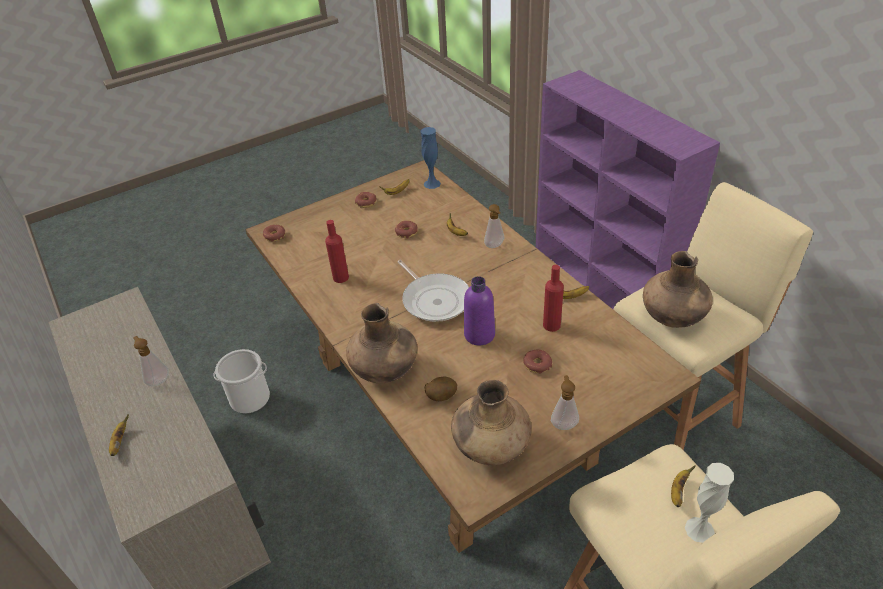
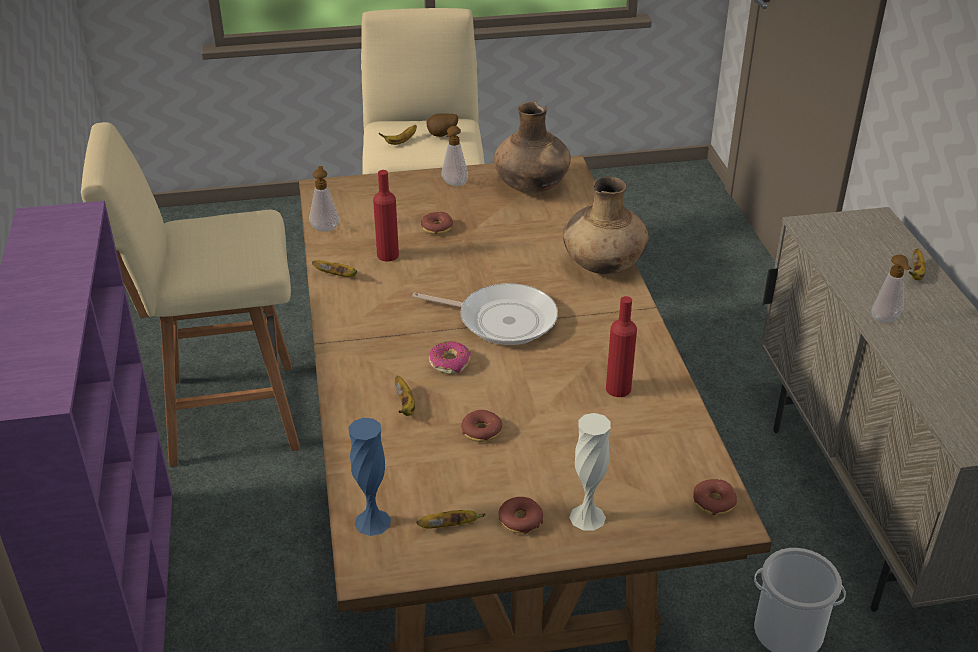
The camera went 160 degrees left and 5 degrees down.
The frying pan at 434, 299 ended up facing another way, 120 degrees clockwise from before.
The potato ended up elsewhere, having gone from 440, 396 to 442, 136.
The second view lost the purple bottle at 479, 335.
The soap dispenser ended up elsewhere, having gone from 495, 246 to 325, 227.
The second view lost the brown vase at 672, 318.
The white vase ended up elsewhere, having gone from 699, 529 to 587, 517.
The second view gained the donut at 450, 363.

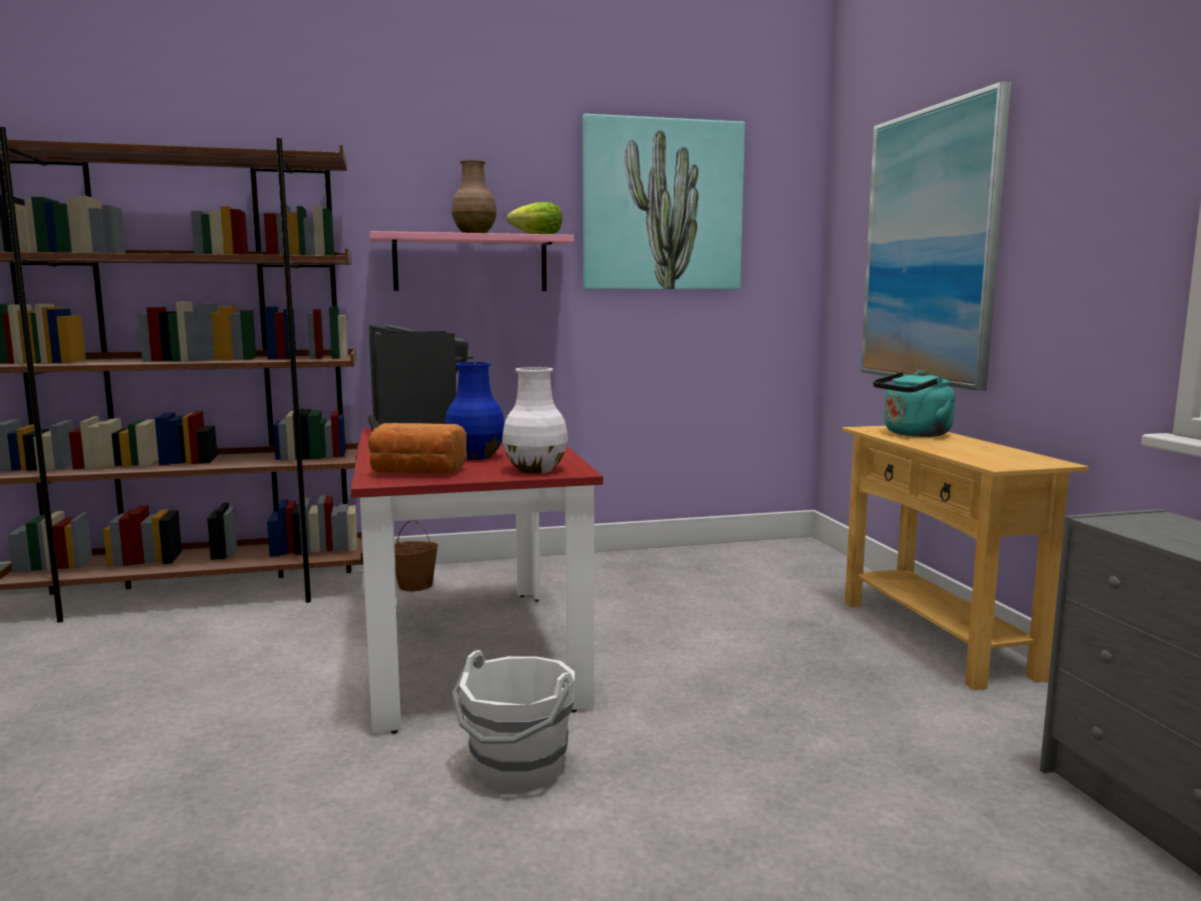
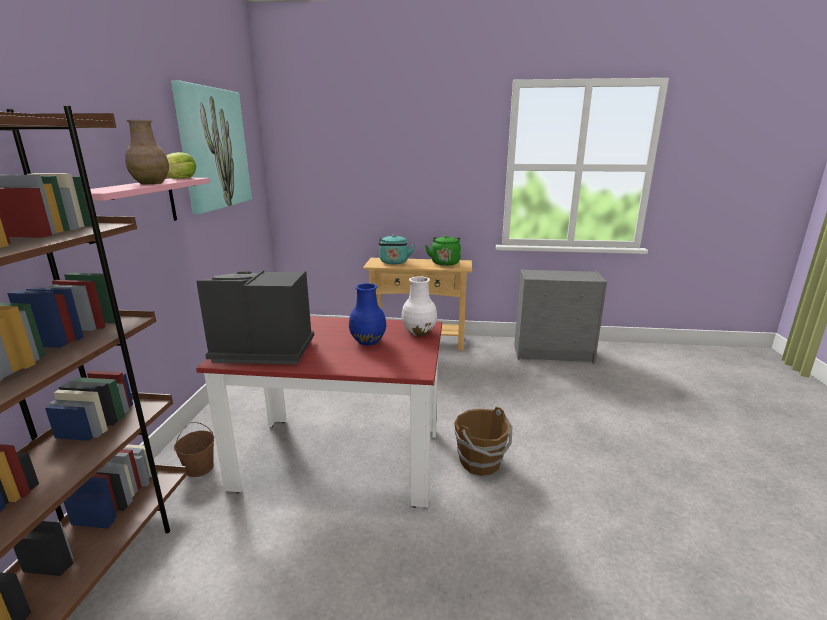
The camera went 70 degrees left and 10 degrees up.
The second view lost the bread at 416, 473.
What was the white bucket at 518, 769 turned into the brown bucket at 481, 462.
The second view lost the picture at 930, 247.
The second view gained the green kettle at 445, 262.

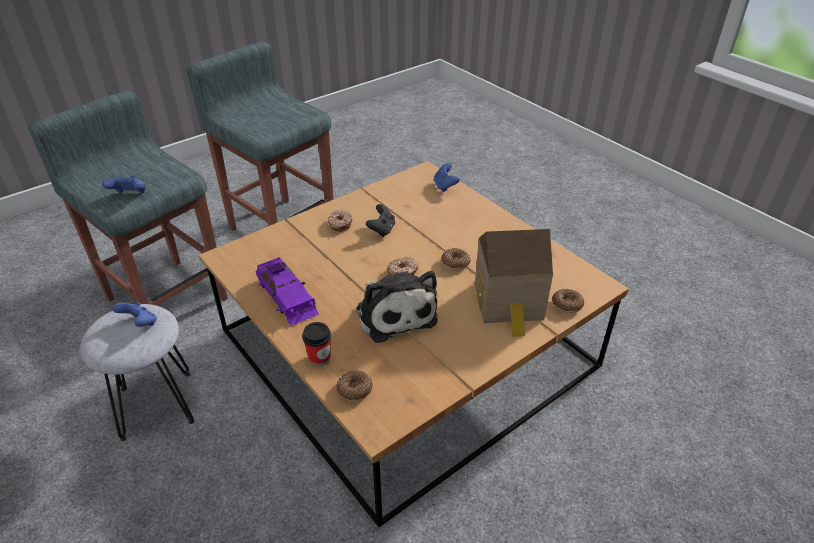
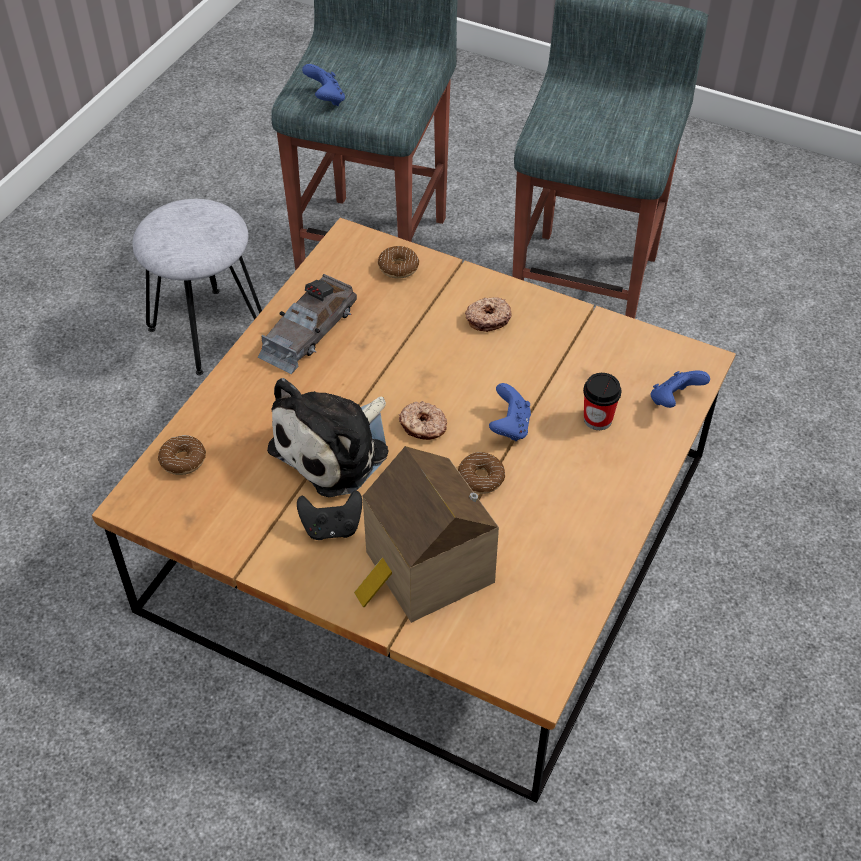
The camera went 65 degrees right and 10 degrees up.
The blue game controller ended up elsewhere, having gone from 140, 324 to 510, 426.
What was the purple toy car at 286, 296 turned into the grey toy car at 308, 331.
The cup ended up elsewhere, having gone from 319, 358 to 597, 419.
The black game controller ended up elsewhere, having gone from 382, 230 to 332, 527.
The donut ended up elsewhere, having gone from 567, 304 to 398, 267.

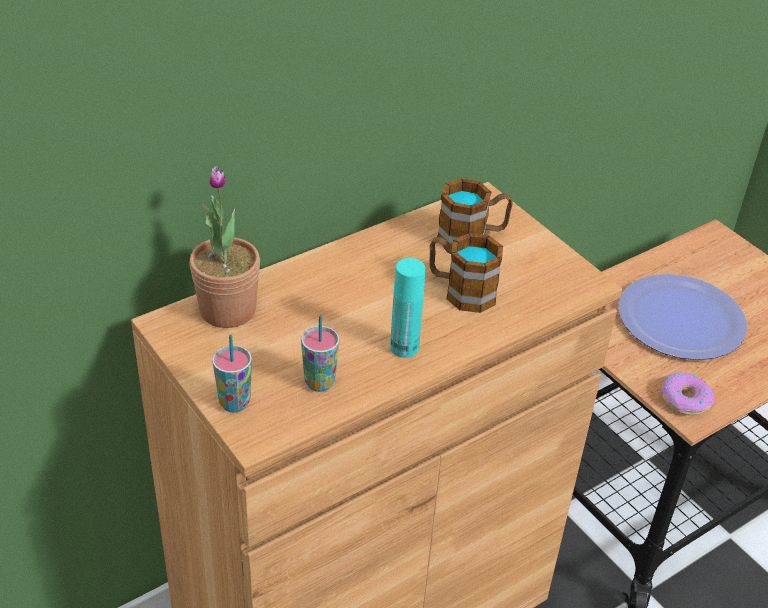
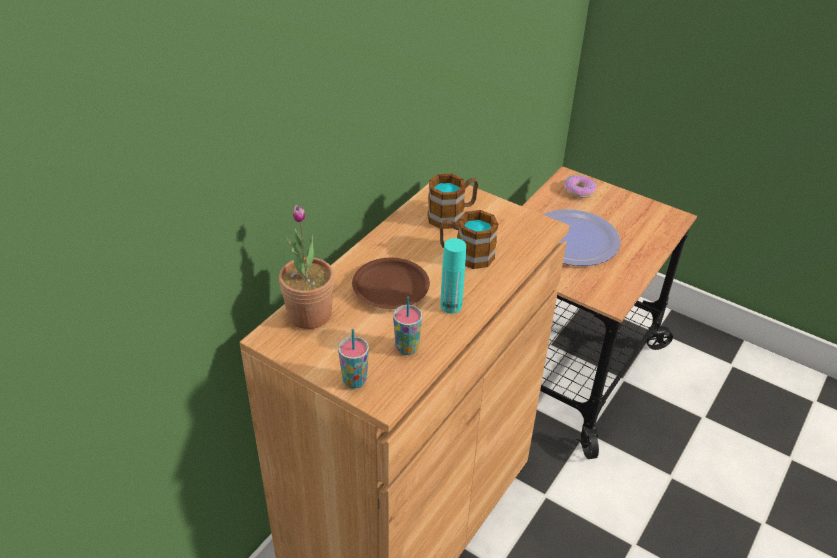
The camera went 20 degrees left and 0 degrees up.
The donut ended up elsewhere, having gone from 685, 399 to 579, 190.
The second view gained the brown plate at 391, 288.

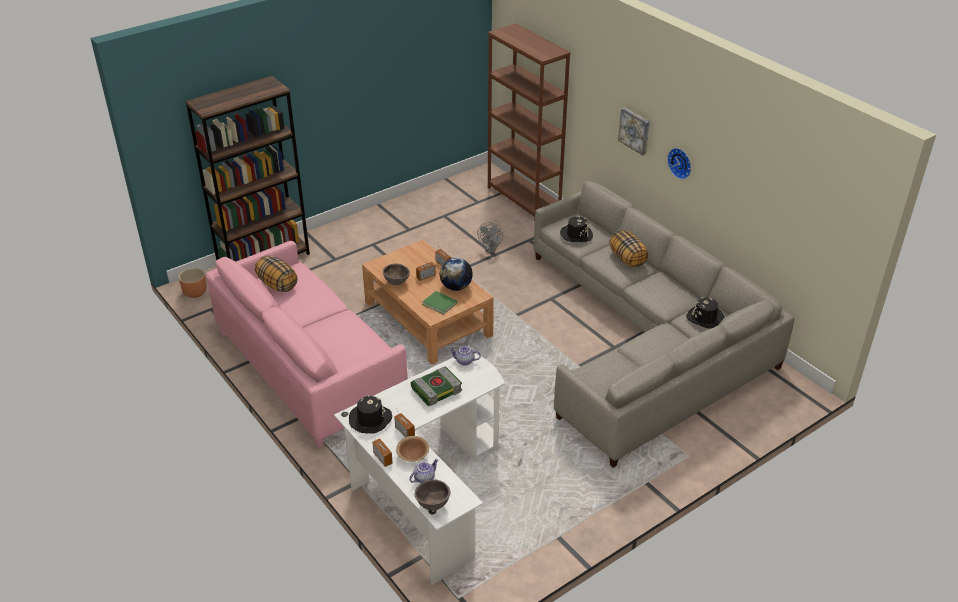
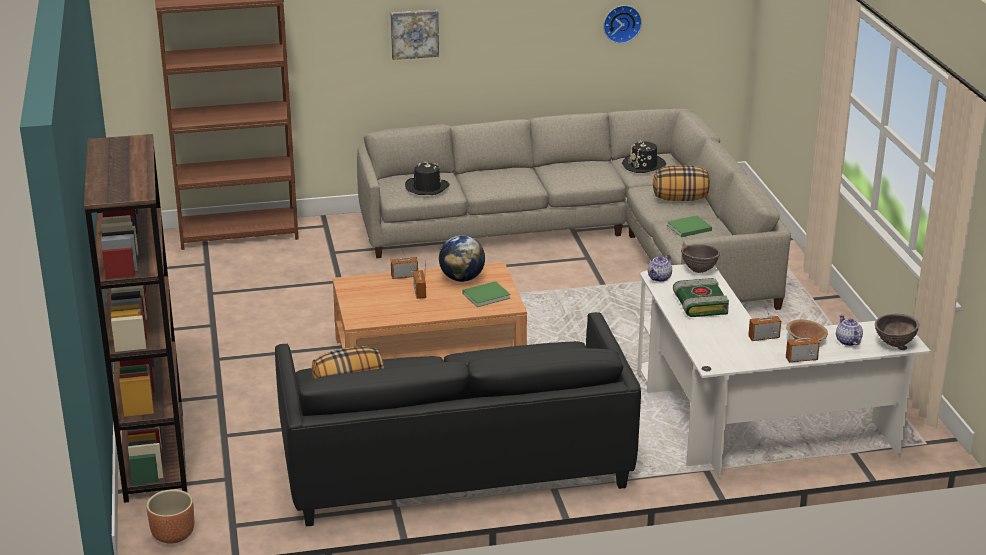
The camera went 65 degrees left and 10 degrees down.
What was the pink sofa at 309, 367 turned into the black sofa at 454, 464.
The second view lost the black hat at 370, 419.
The brown bowl ended up elsewhere, having gone from 396, 283 to 699, 270.
The second view lost the grey fan at 491, 250.
The pillow ended up elsewhere, having gone from 627, 259 to 680, 199.
The wall clock ended up elsewhere, having gone from 681, 162 to 621, 23.
The second view gained the green book at 688, 228.

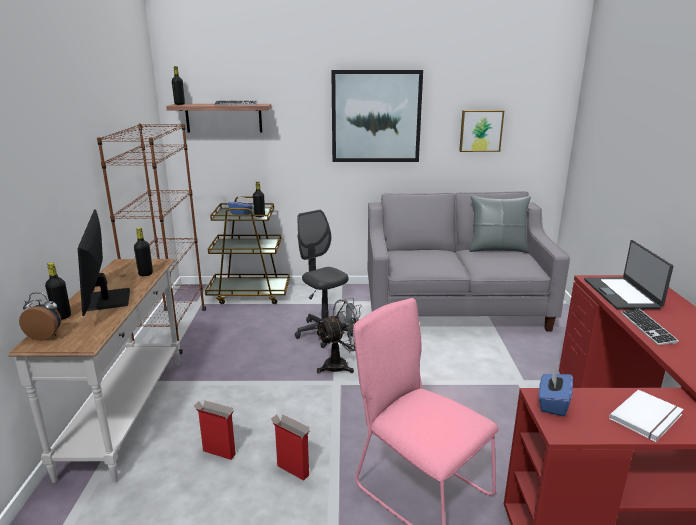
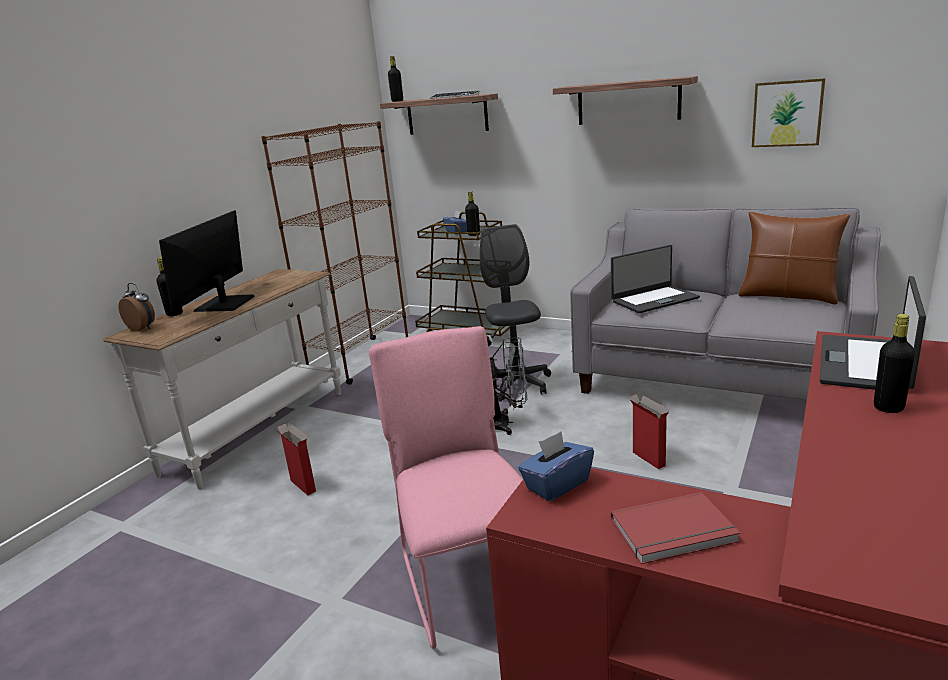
The camera went 30 degrees right and 0 degrees up.
The black bottle ended up elsewhere, having gone from 145, 274 to 888, 407.
The cardboard box ended up elsewhere, having gone from 292, 470 to 648, 458.
Where the picture hung at 376, 116, the shelf came to hang at 628, 101.
What was the grey pillow at 497, 249 turned into the brown pillow at 788, 296.
What was the white book at 648, 418 turned into the red book at 675, 532.
The second view lost the keyboard at 647, 328.
The second view gained the laptop at 654, 299.

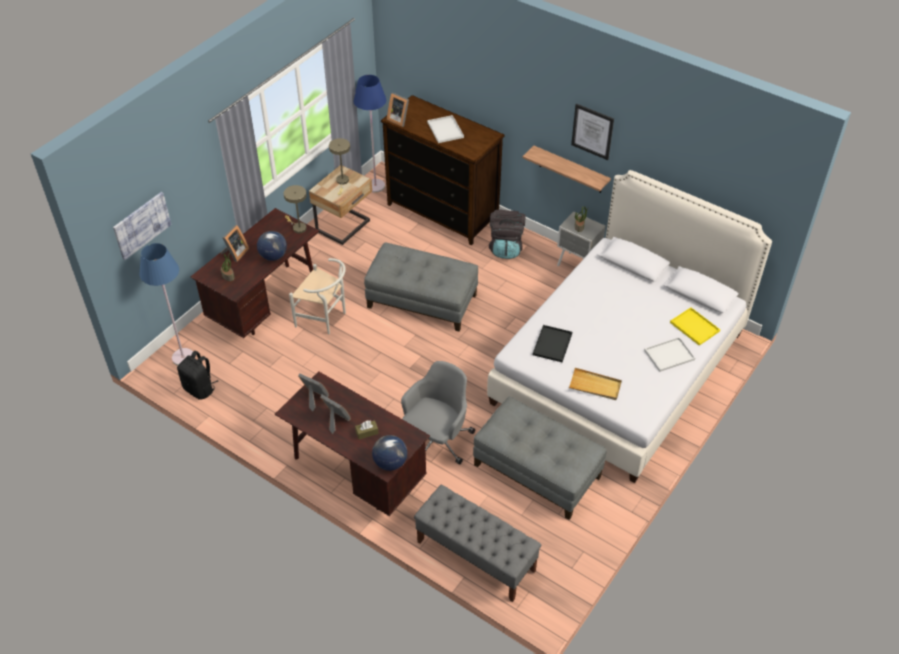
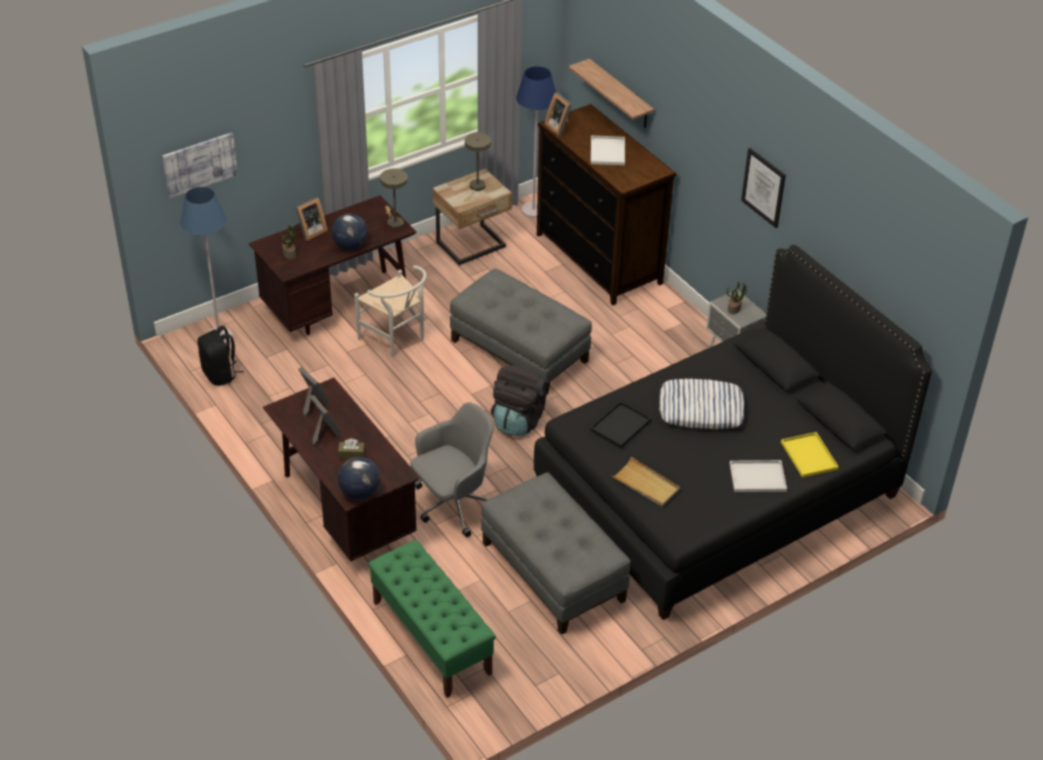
The camera went 20 degrees right and 5 degrees down.
What was the grey bench at 475, 556 turned into the green bench at 431, 637.
What was the white bed at 618, 367 turned into the black bed at 717, 489.
The black backpack ended up elsewhere, having gone from 506, 248 to 518, 420.
The shelf ended up elsewhere, having gone from 570, 170 to 620, 95.
The second view gained the pillow at 701, 409.

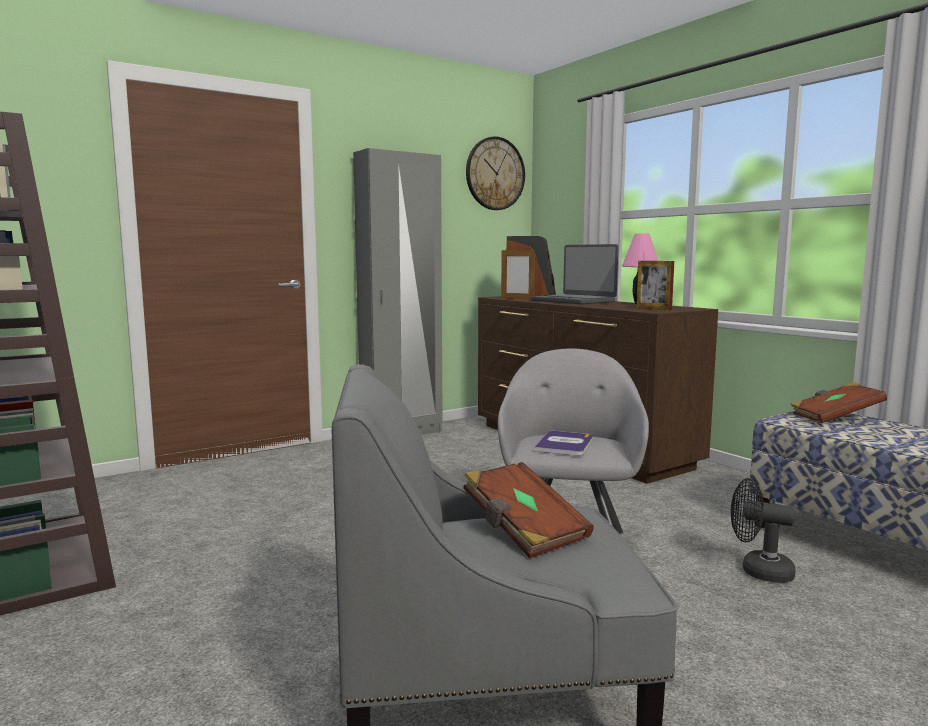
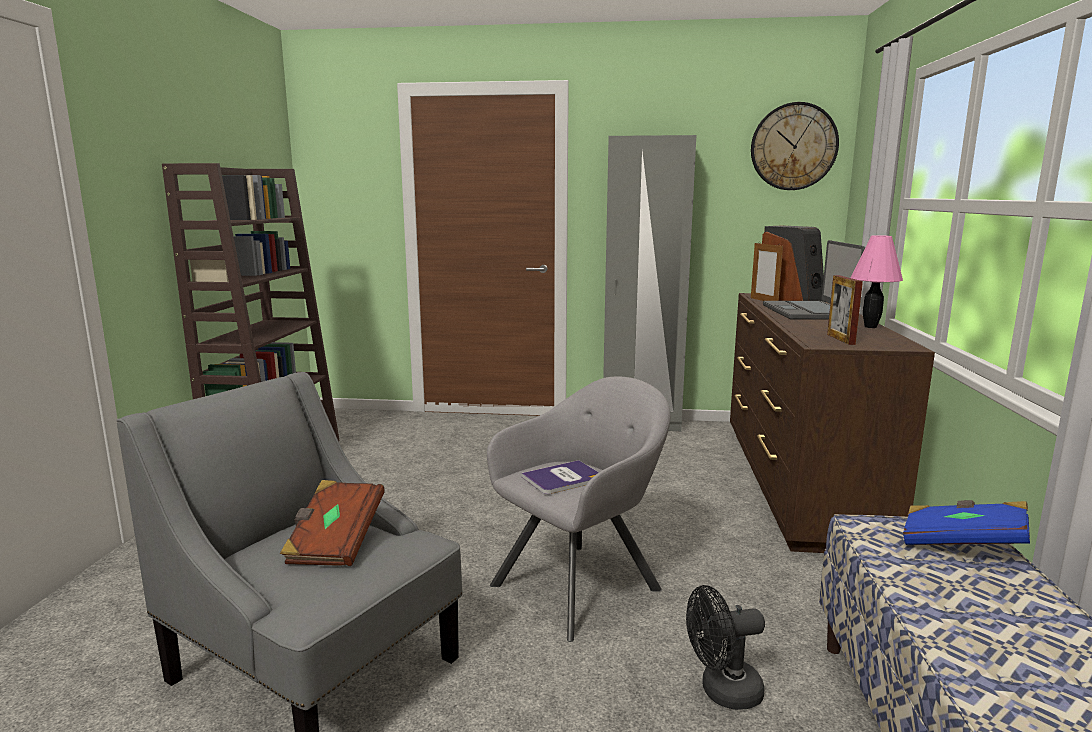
The camera went 40 degrees right and 5 degrees up.
The black fan at 758, 571 ended up facing another way, 75 degrees counterclockwise from before.
What was the brown book at 834, 417 turned into the blue book at 961, 544.

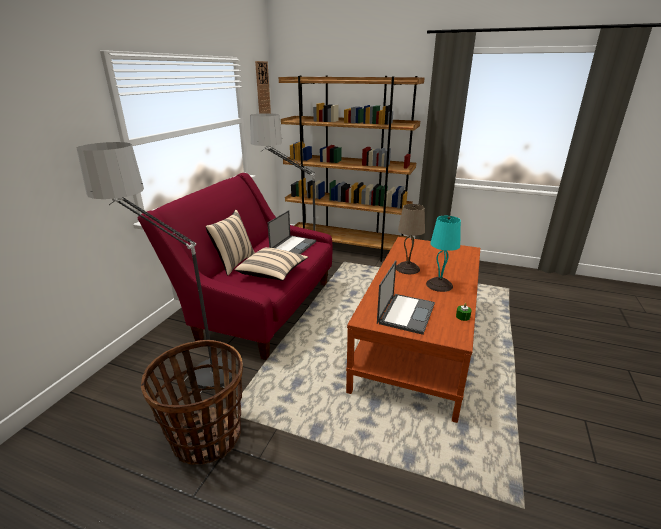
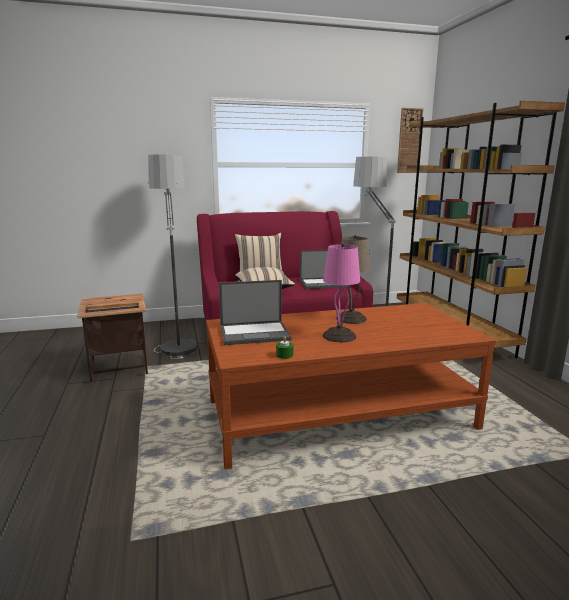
The camera went 55 degrees right and 10 degrees down.
Where the basket stood at 206, 437, the side table came to stand at 118, 369.
What was the turquoise table lamp at 439, 285 turned into the pink table lamp at 340, 336.

